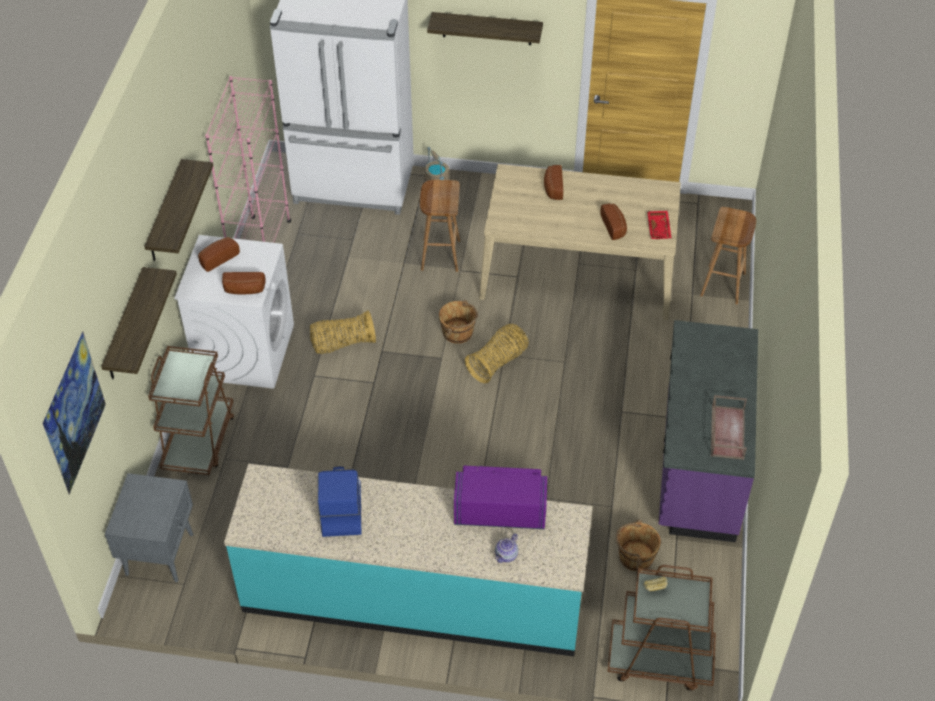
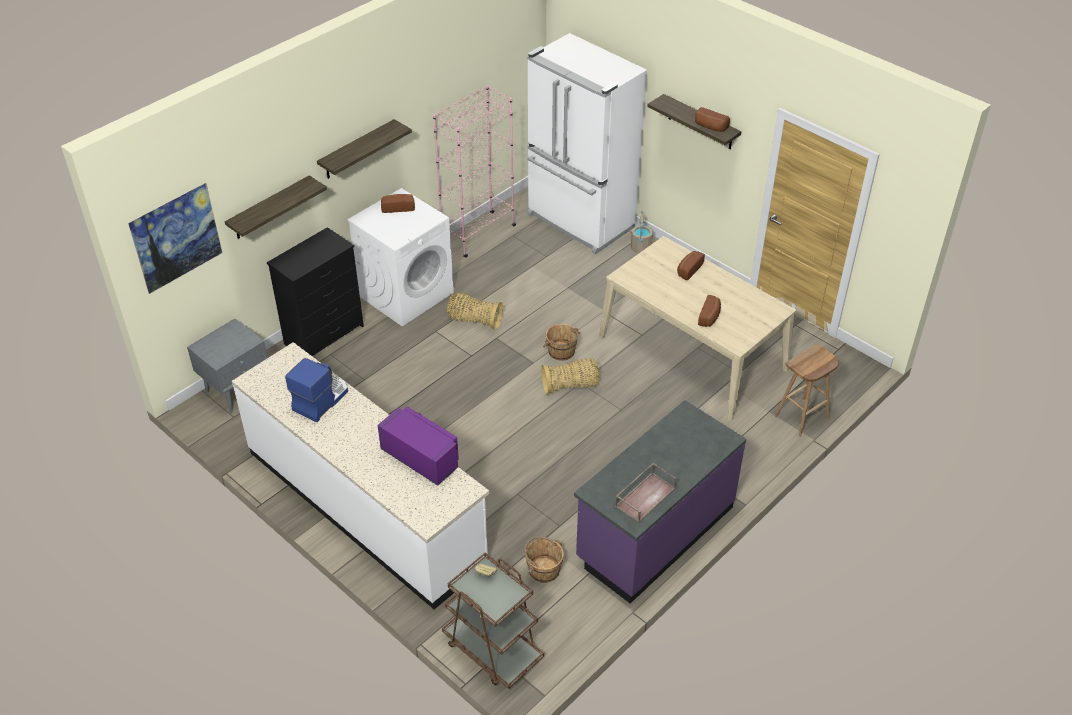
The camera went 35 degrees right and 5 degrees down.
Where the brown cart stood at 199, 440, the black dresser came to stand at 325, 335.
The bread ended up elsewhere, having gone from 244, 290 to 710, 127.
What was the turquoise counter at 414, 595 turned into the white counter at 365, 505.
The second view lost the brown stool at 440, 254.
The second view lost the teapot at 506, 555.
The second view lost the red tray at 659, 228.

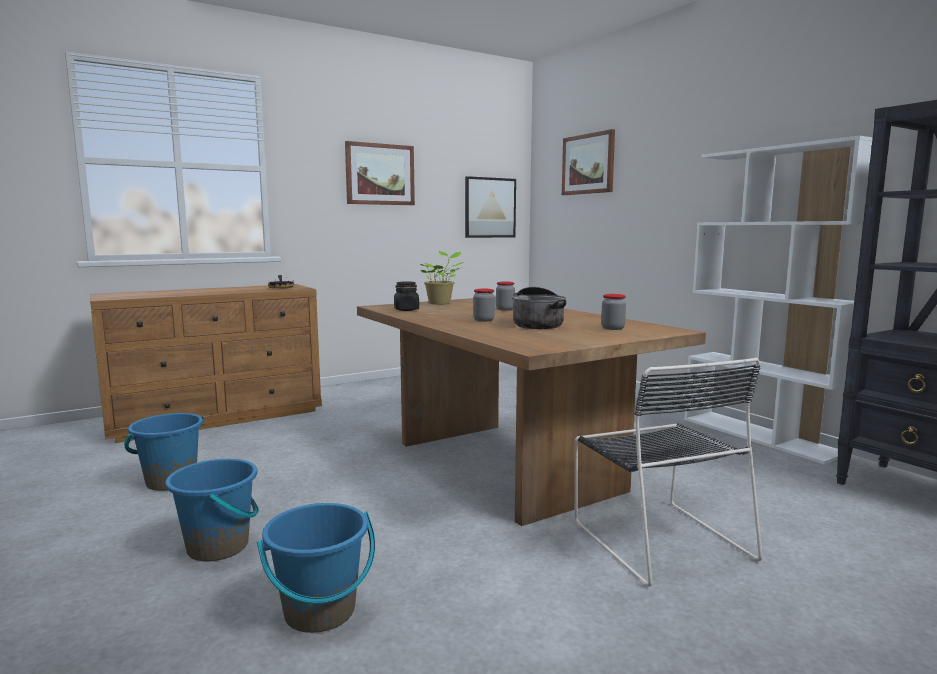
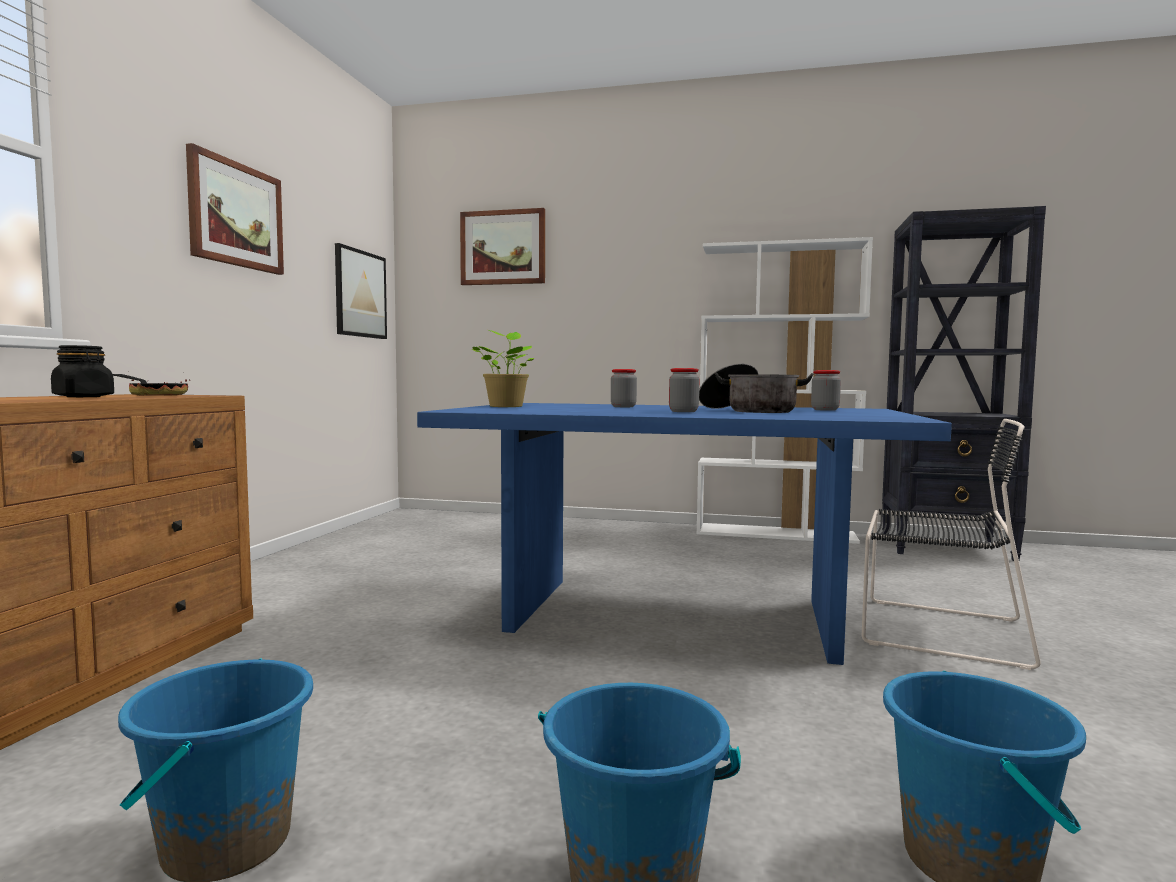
The camera went 45 degrees left and 5 degrees down.
What was the brown dining table at 506, 465 turned into the blue dining table at 675, 615.
The black jar ended up elsewhere, having gone from 406, 310 to 84, 397.

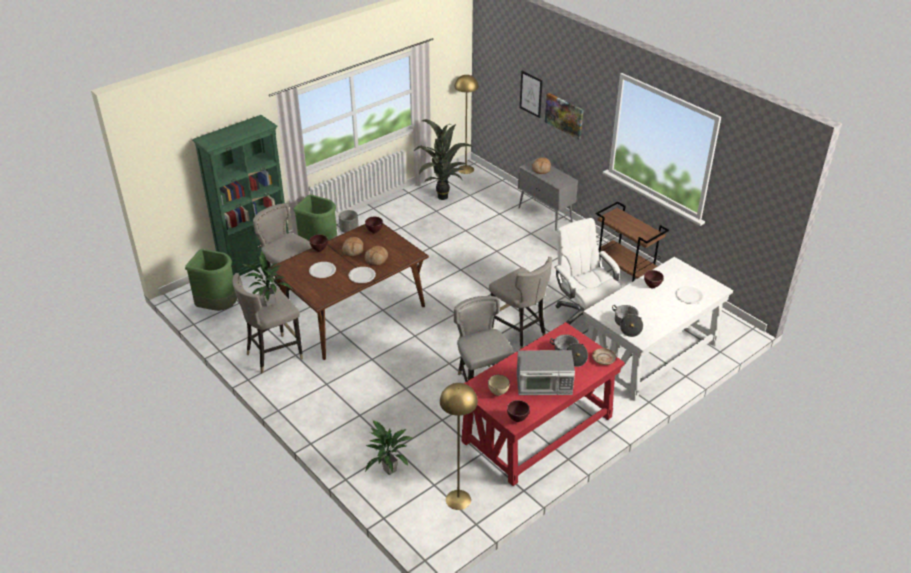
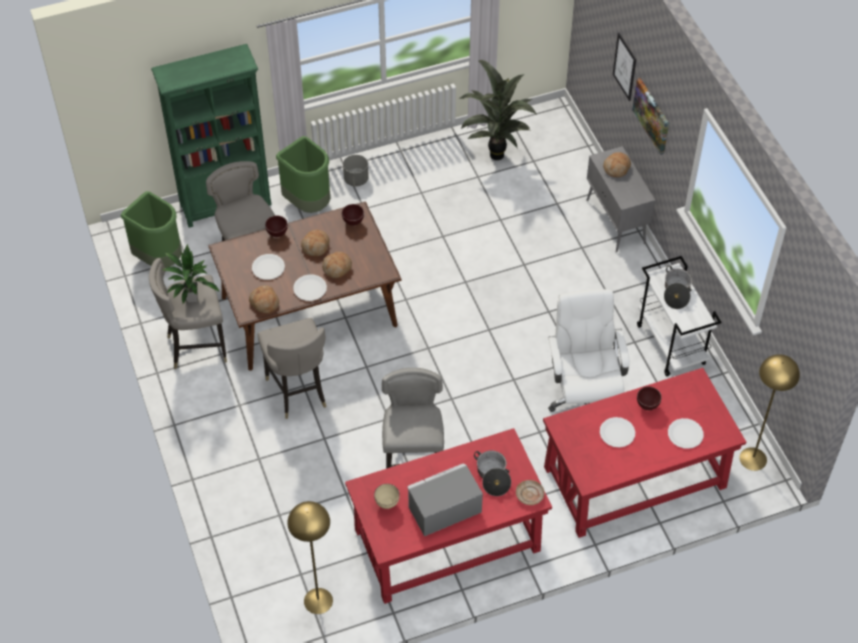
The camera went 20 degrees right and 15 degrees up.
The second view lost the potted plant at 389, 469.
The yellow floor lamp ended up elsewhere, having gone from 466, 169 to 753, 459.
The grey stool ended up elsewhere, having gone from 519, 334 to 298, 392.
The second view lost the brown bowl at 517, 419.
The microwave at 544, 384 ended up facing another way, 135 degrees clockwise from before.
What was the white desk at 650, 353 turned into the red desk at 634, 477.
What was the brown cart at 625, 272 turned into the white cart at 671, 345.
The cooking pot ended up elsewhere, having gone from 627, 325 to 676, 292.
The second view gained the bread at 264, 302.
The second view gained the white plate at 617, 433.

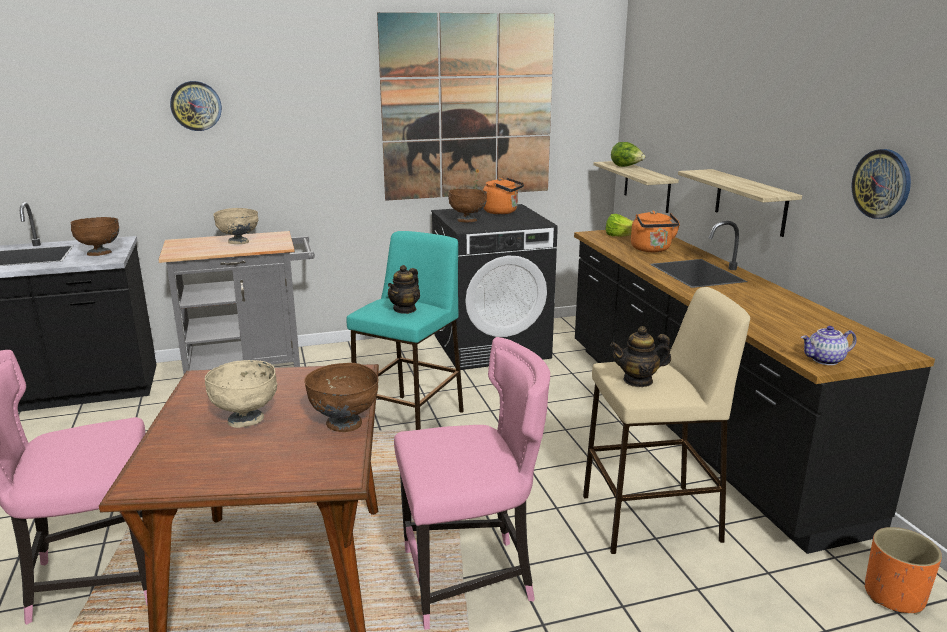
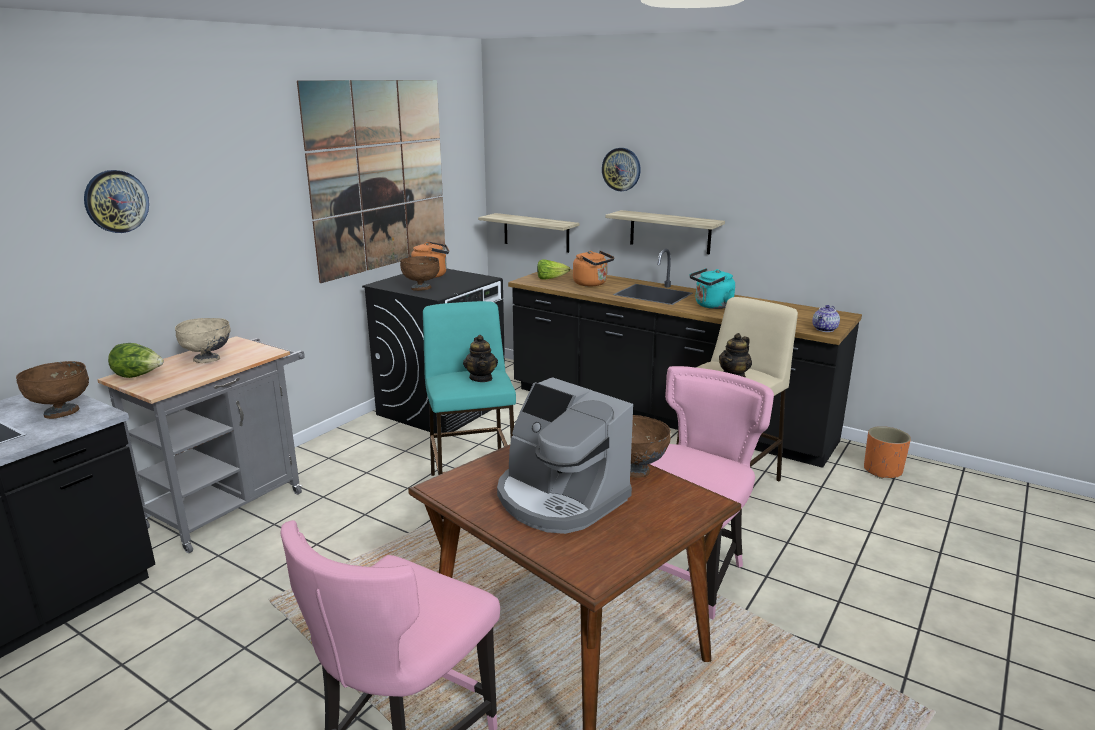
The camera went 40 degrees left and 0 degrees up.
Where the beige bowl stood at 246, 420, the coffee machine came to stand at 559, 499.
The lettuce ended up elsewhere, having gone from 626, 167 to 138, 376.
The wall clock ended up elsewhere, having gone from 882, 184 to 621, 169.
The second view gained the turquoise kettle at 711, 306.

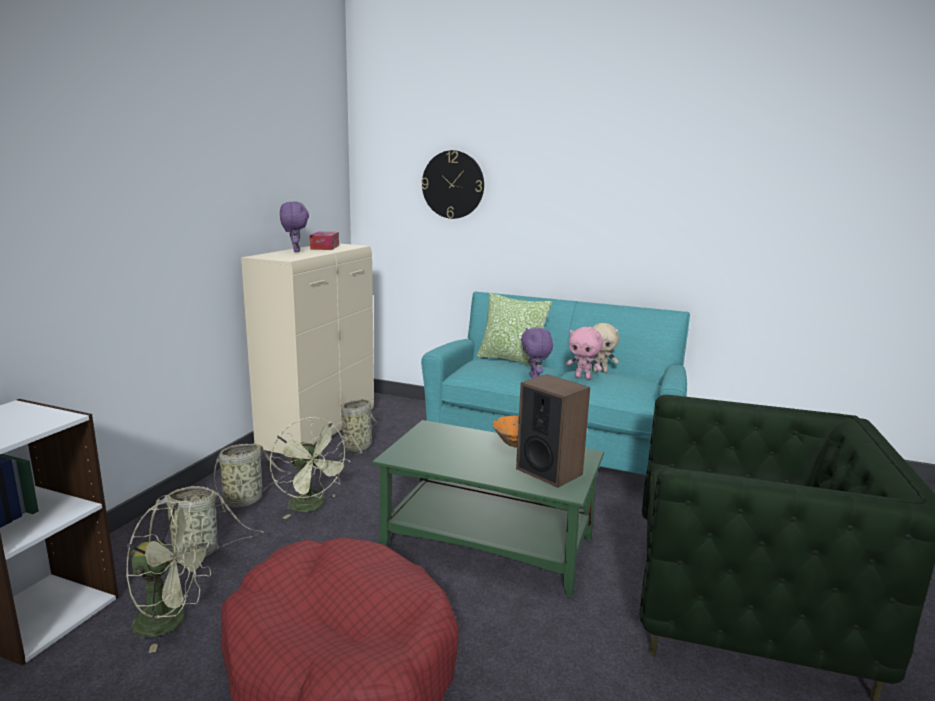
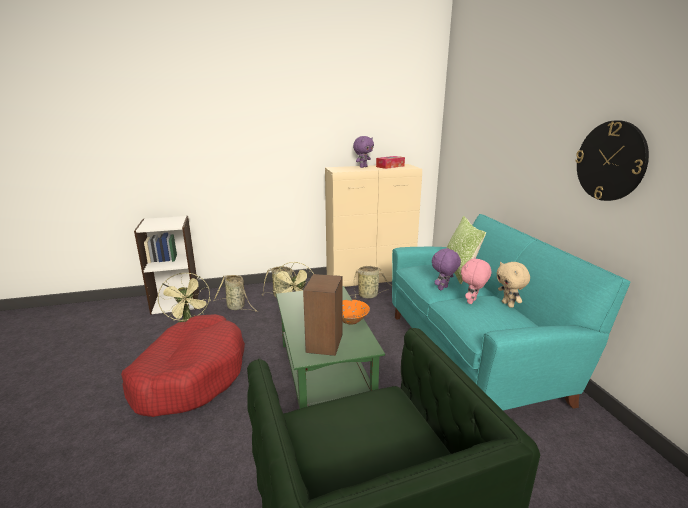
The camera went 55 degrees right and 5 degrees up.
The wall clock ended up elsewhere, having gone from 453, 184 to 610, 161.
The pink plush toy at 583, 377 ended up facing another way, 45 degrees clockwise from before.

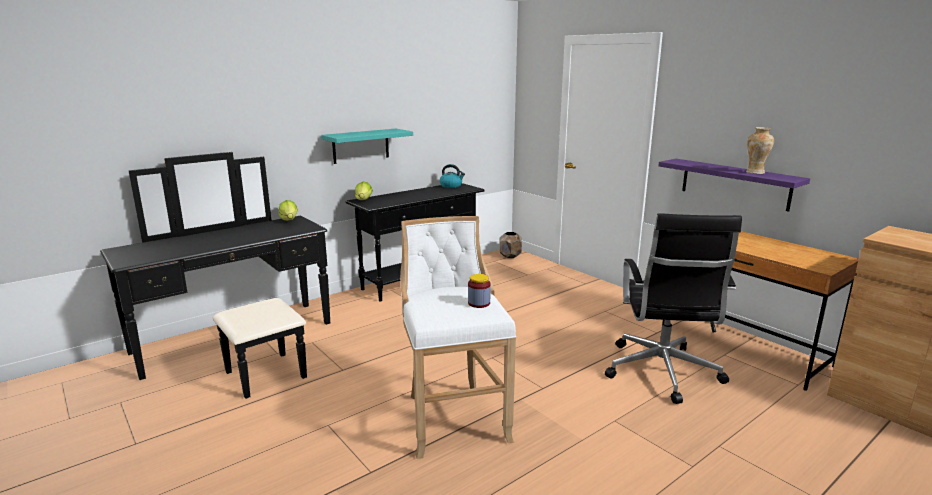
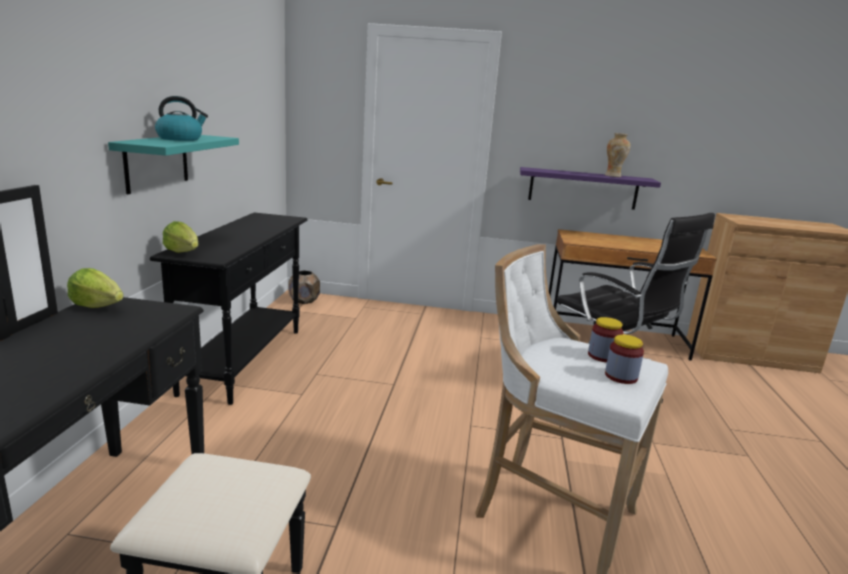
The camera went 45 degrees left and 0 degrees up.
The kettle ended up elsewhere, having gone from 451, 186 to 180, 139.
The second view gained the jar at 621, 376.

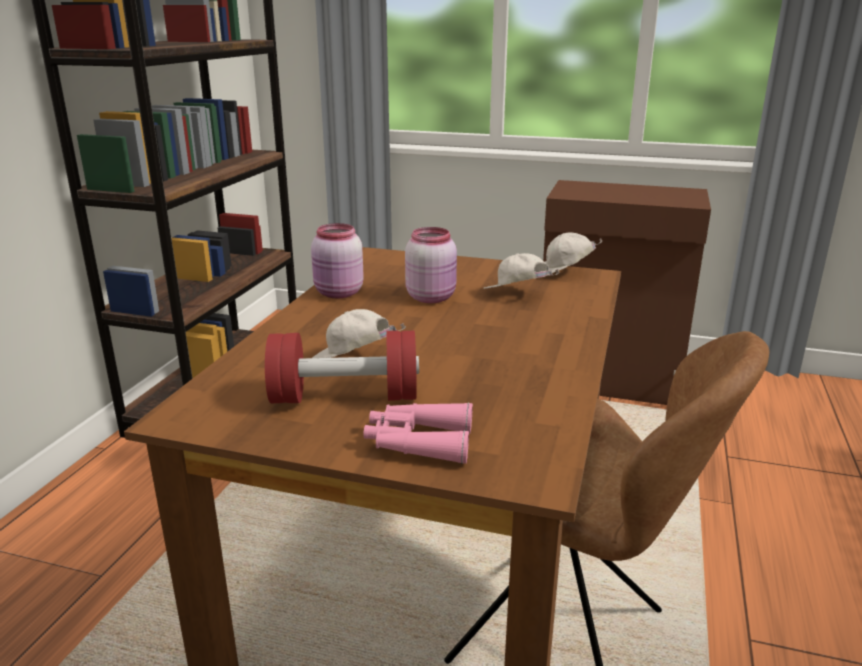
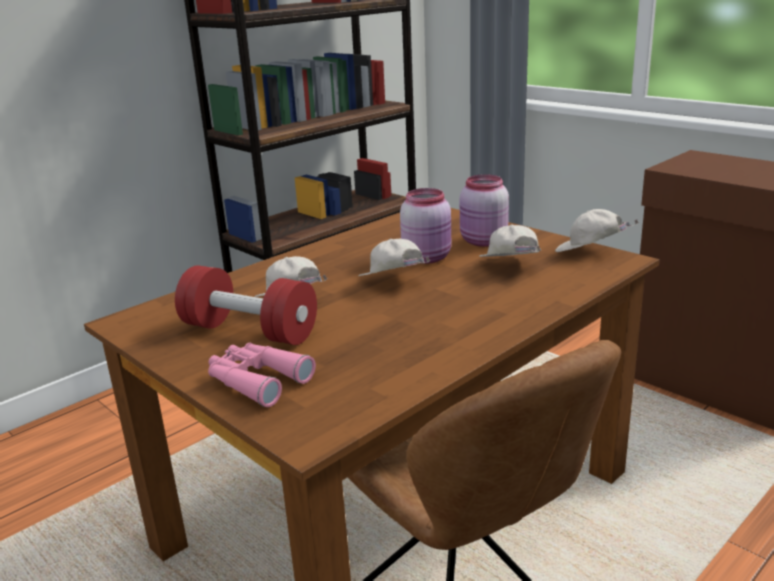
The camera went 30 degrees right and 0 degrees up.
The pink jar ended up elsewhere, having gone from 339, 293 to 483, 242.
The second view gained the white cap at 393, 283.

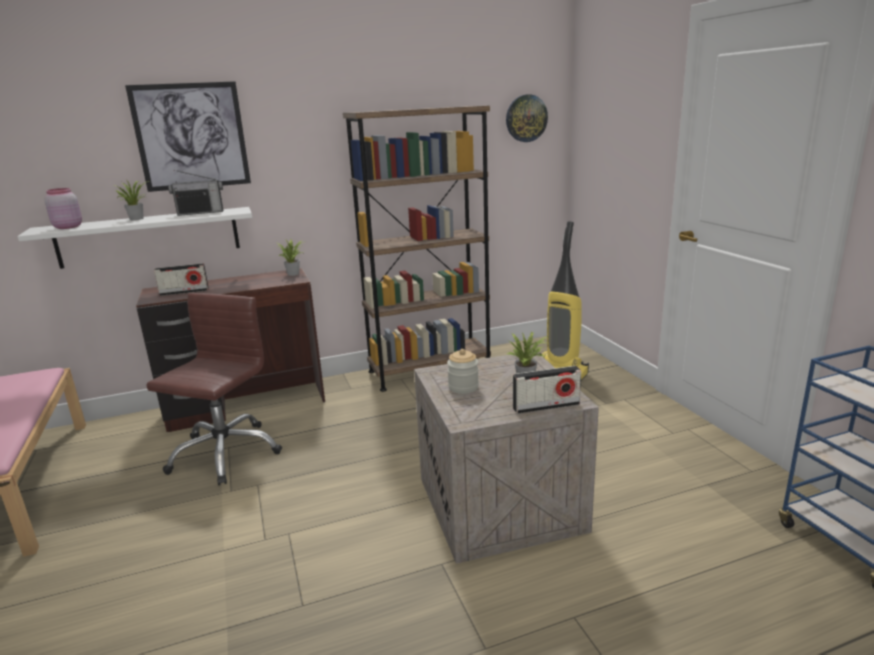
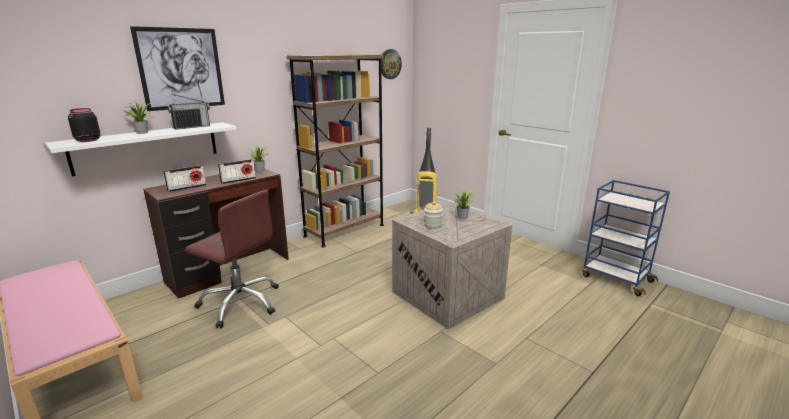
The camera went 25 degrees left and 0 degrees up.
What was the pink jar at 67, 227 turned into the black jar at 87, 140.
The brown office chair at 224, 453 ended up facing another way, 120 degrees clockwise from before.
The radio ended up elsewhere, having gone from 546, 406 to 238, 180.

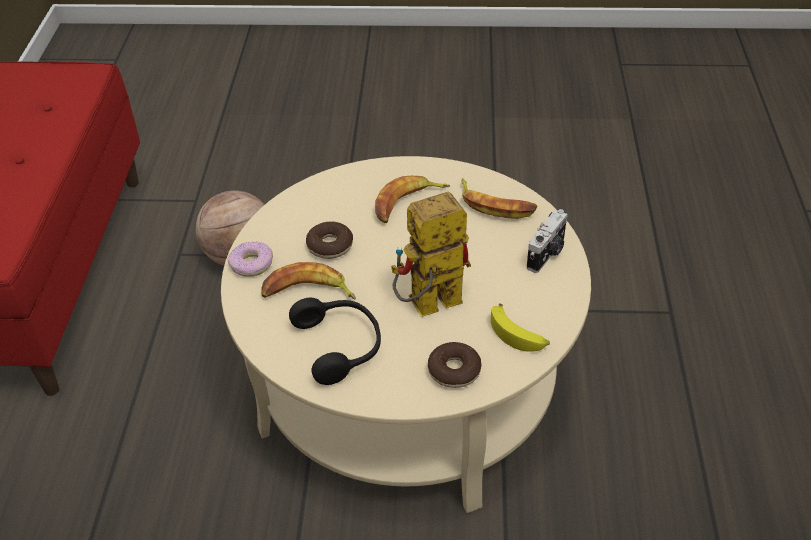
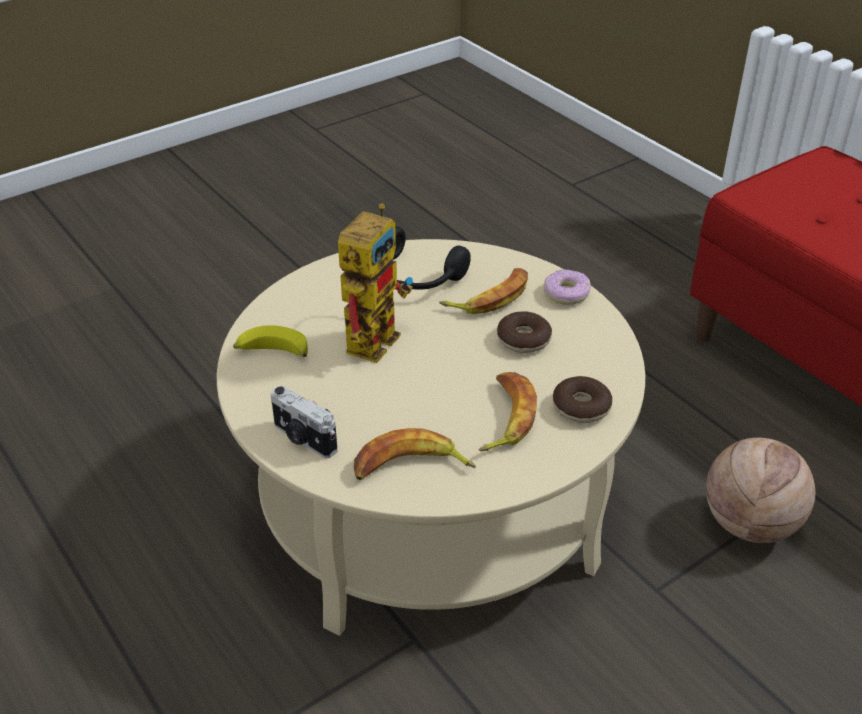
The camera went 140 degrees right and 5 degrees down.
The donut ended up elsewhere, having gone from 454, 371 to 581, 407.
The photo camera at 547, 254 ended up facing another way, 45 degrees counterclockwise from before.

